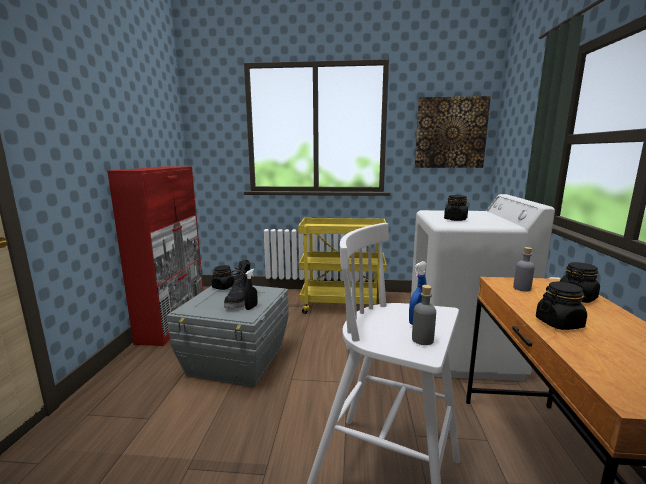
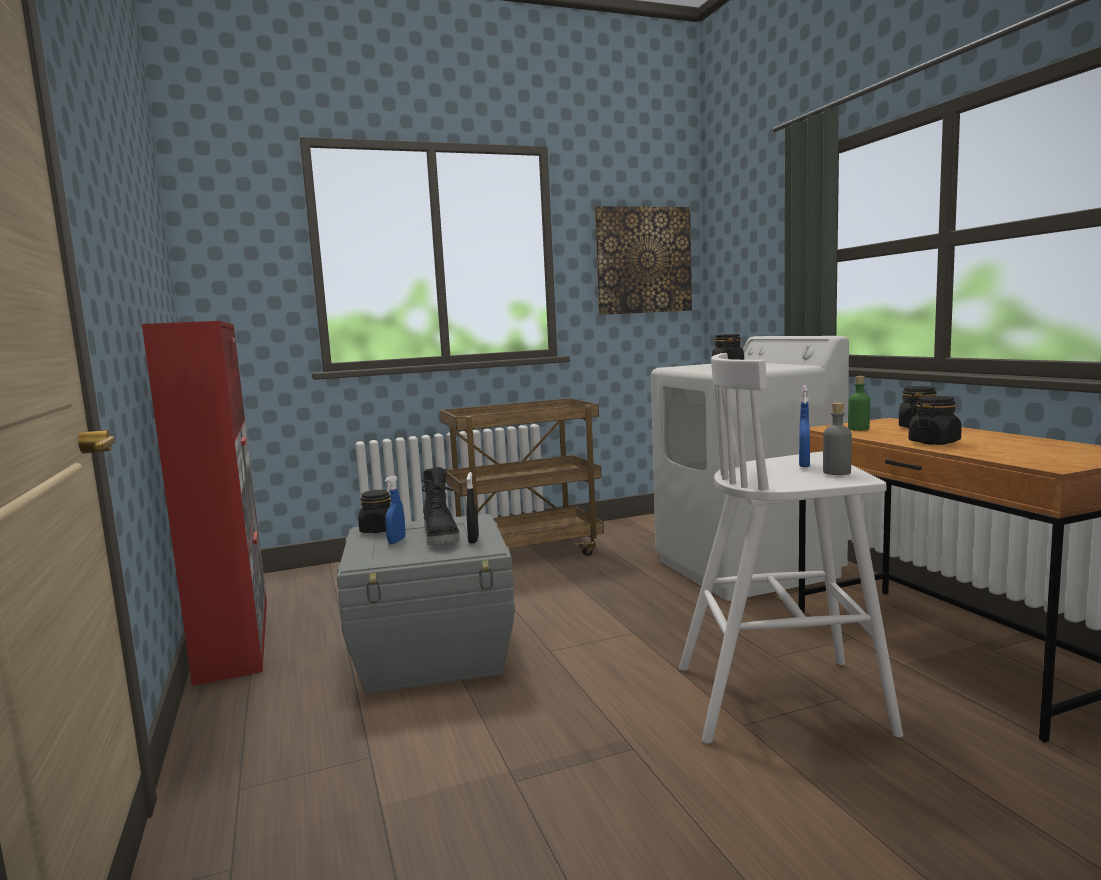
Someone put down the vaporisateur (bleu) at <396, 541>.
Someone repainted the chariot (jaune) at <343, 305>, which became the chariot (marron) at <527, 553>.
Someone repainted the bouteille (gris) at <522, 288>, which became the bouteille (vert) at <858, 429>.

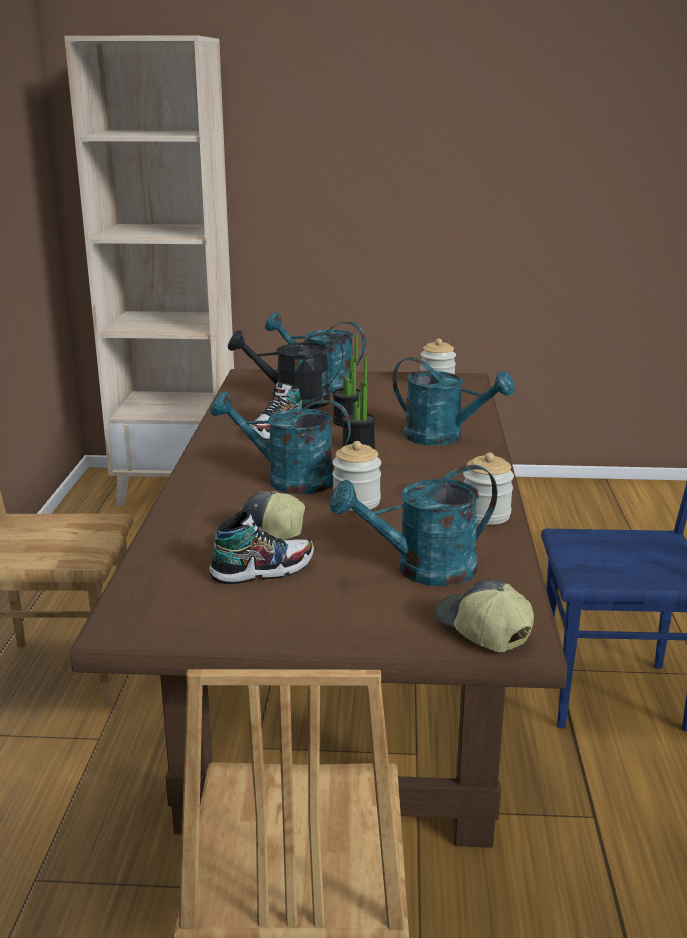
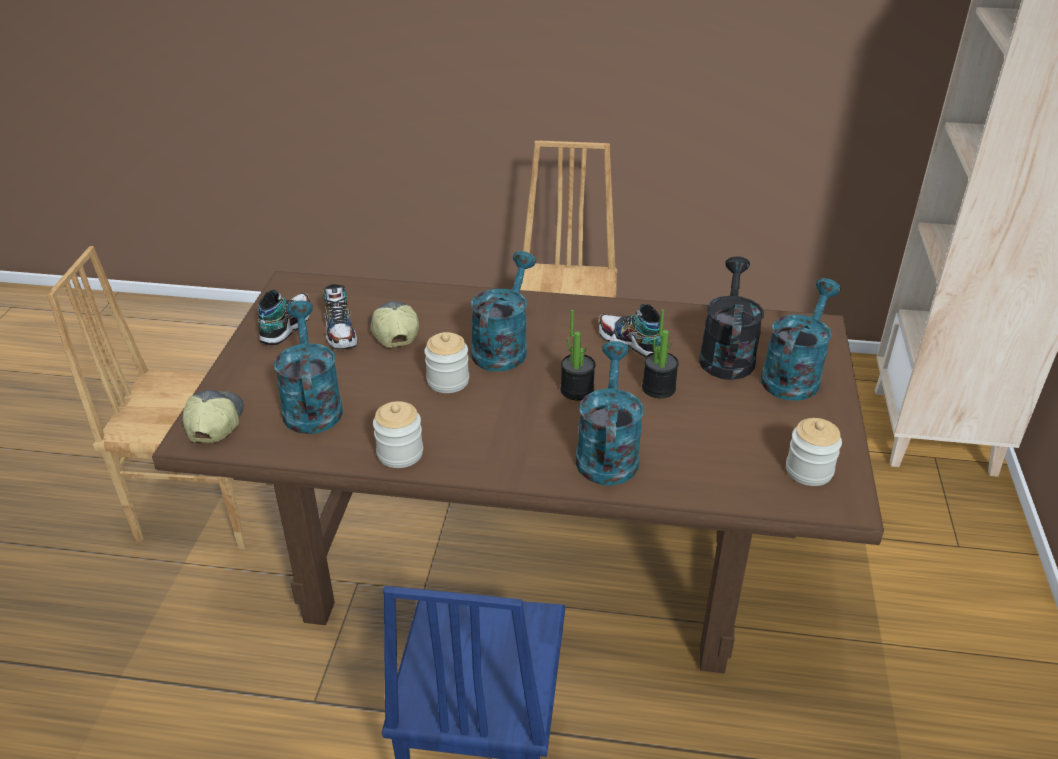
Someone rotated the casquette at <481, 630> by 60 degrees counterclockwise.
Someone put down the chaussure at <286, 326>.
Someone rotated the arrosoir (turquoise) at <443, 437> by 150 degrees clockwise.

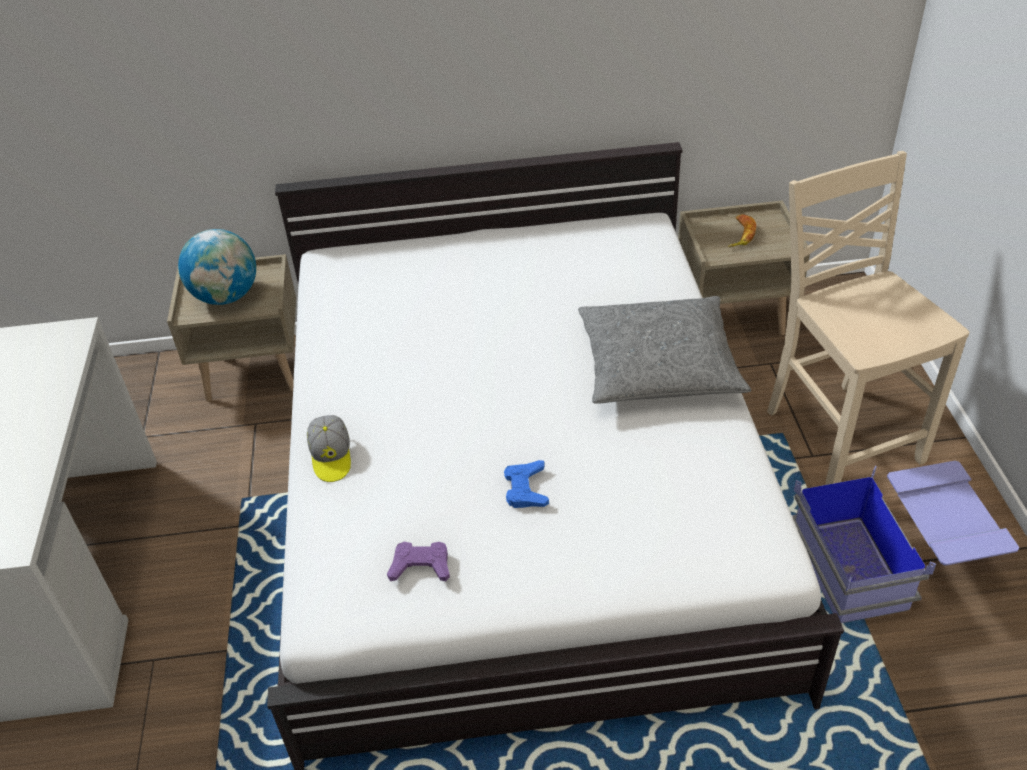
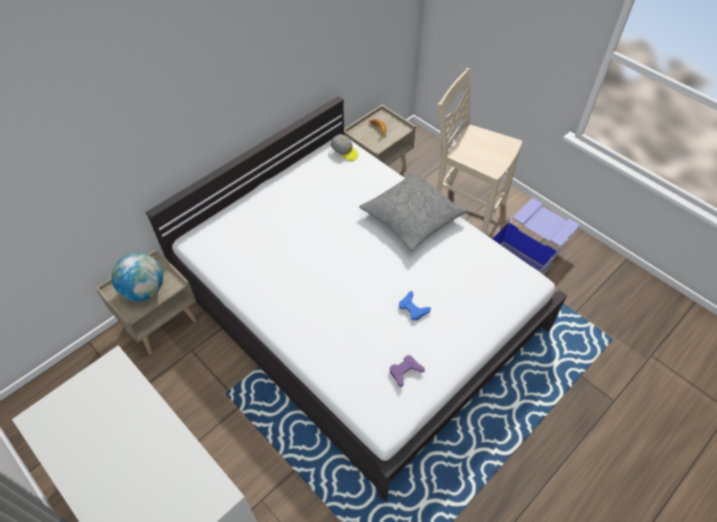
Someone carried the casquette from <331, 457> to <344, 152>.

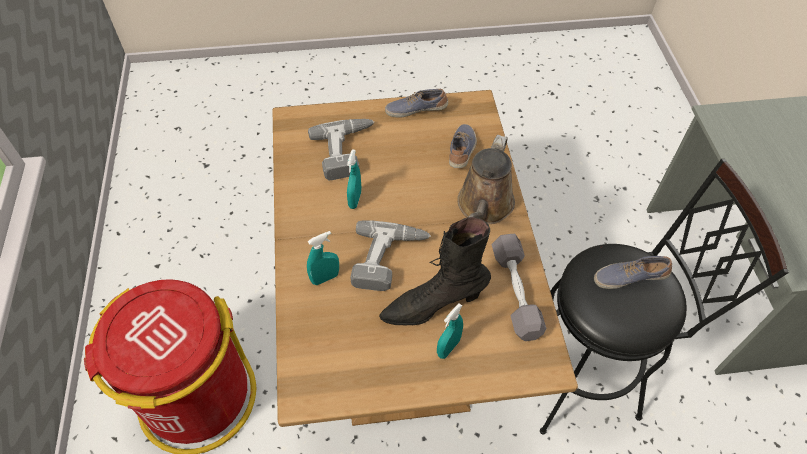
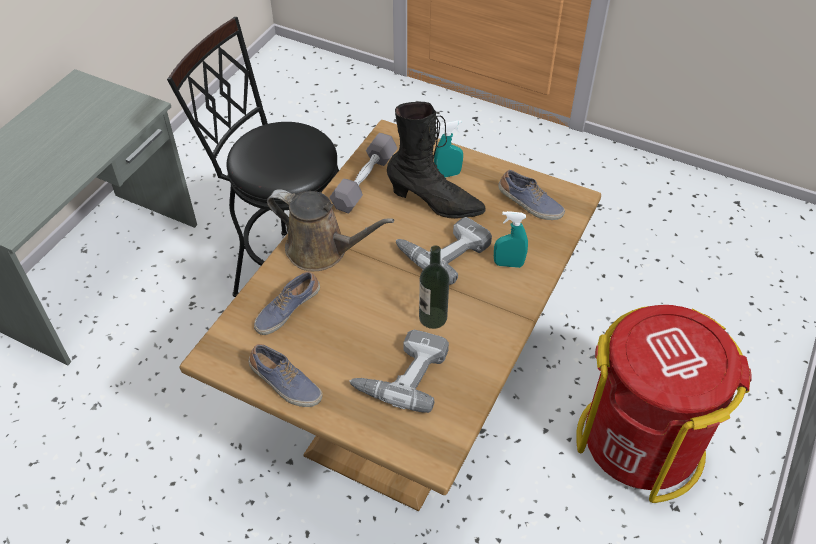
Someone rotated the arrosoir (marron) at <484, 207> by 60 degrees clockwise.
Someone swapped the vaporisateur (turquoise) at <355, 200> for the bouteille at <433, 317>.
Someone carried the chaussure from <629, 277> to <529, 205>.

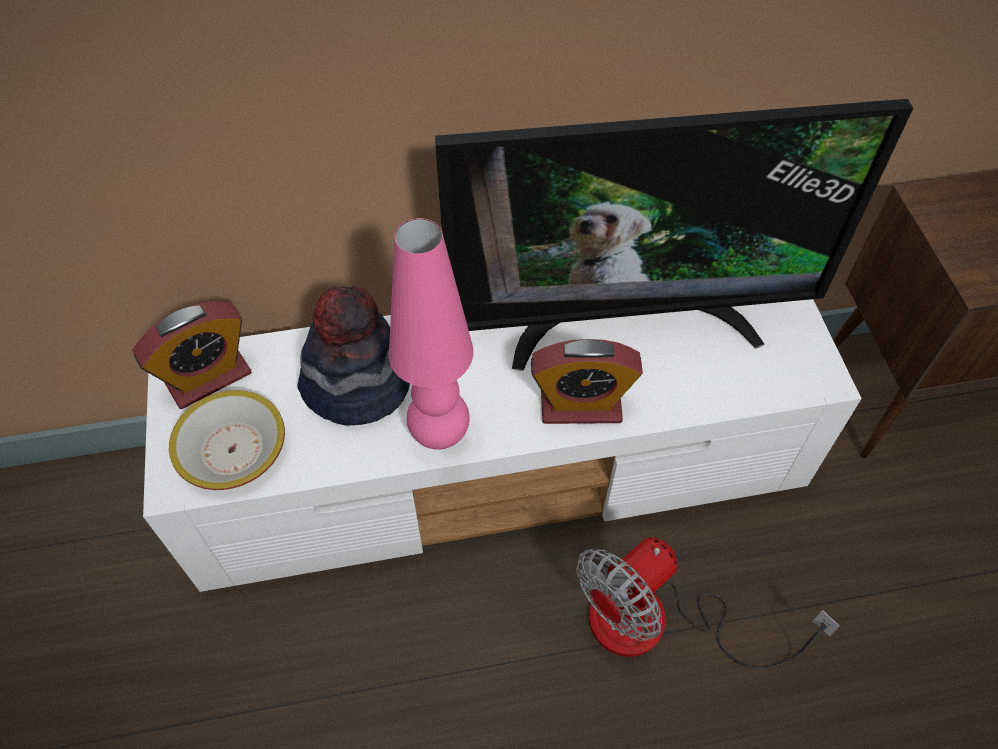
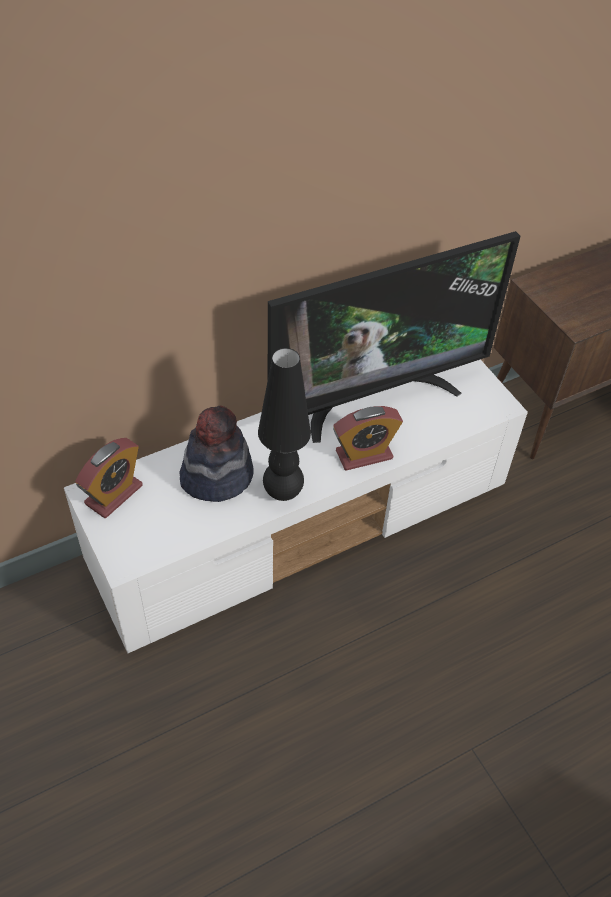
Someone repainted the lampe de table (rose) at <439, 433>, which became the lampe de table (noir) at <282, 492>.
Someone took away the bol at <232, 450>.
Someone took away the ventilateur at <656, 624>.

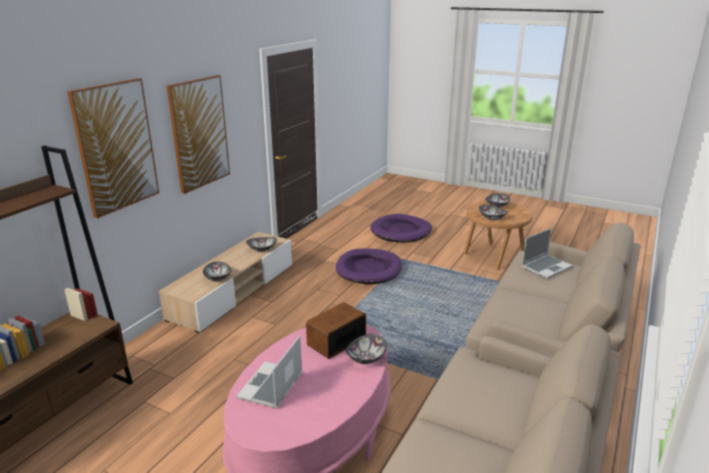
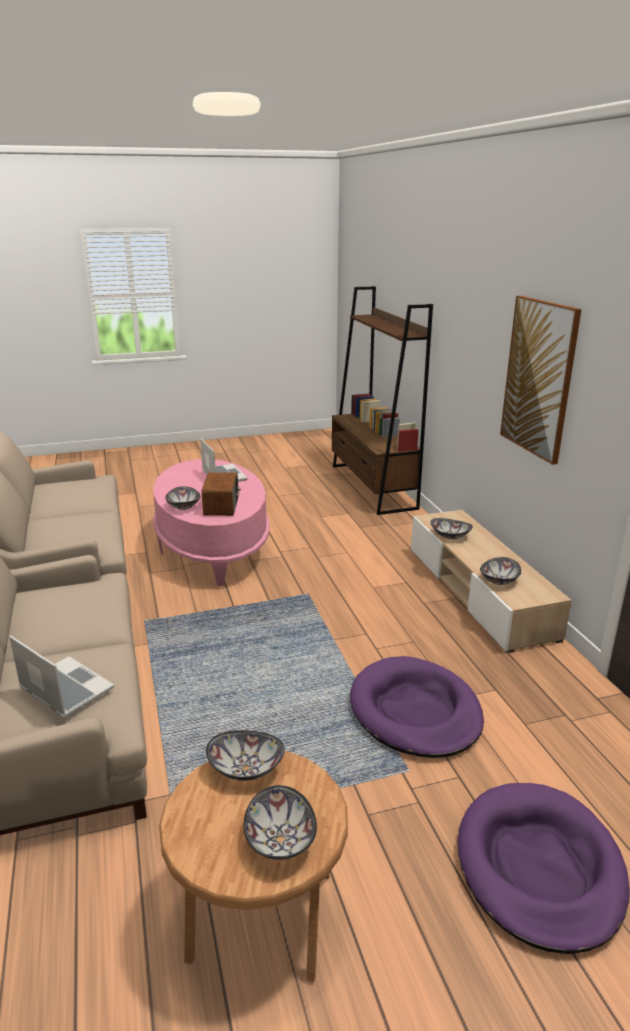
Someone rotated the ordinateur portable at <546, 267> by 120 degrees clockwise.
Someone took away the tableau at <116, 147>.

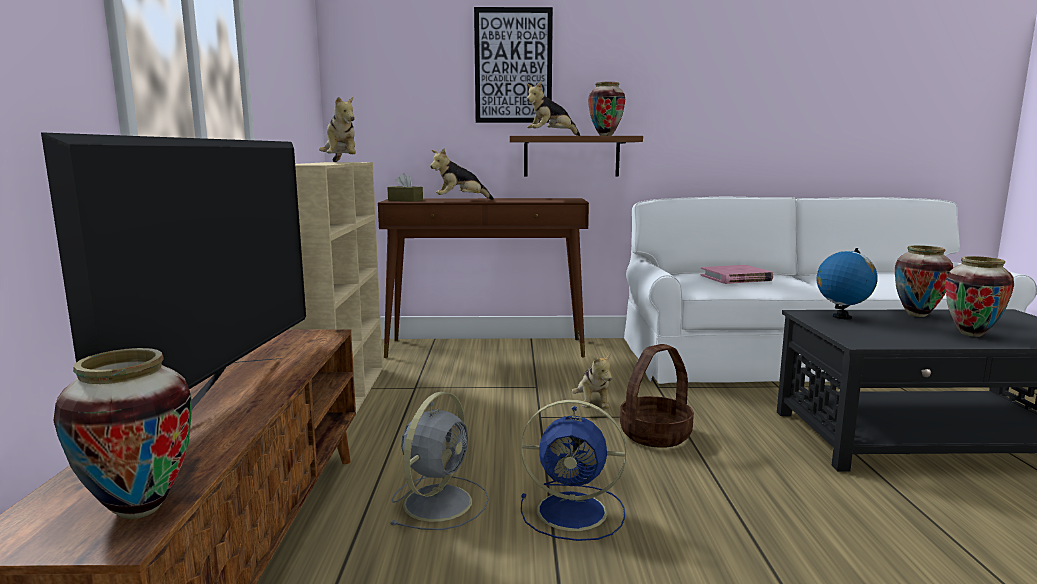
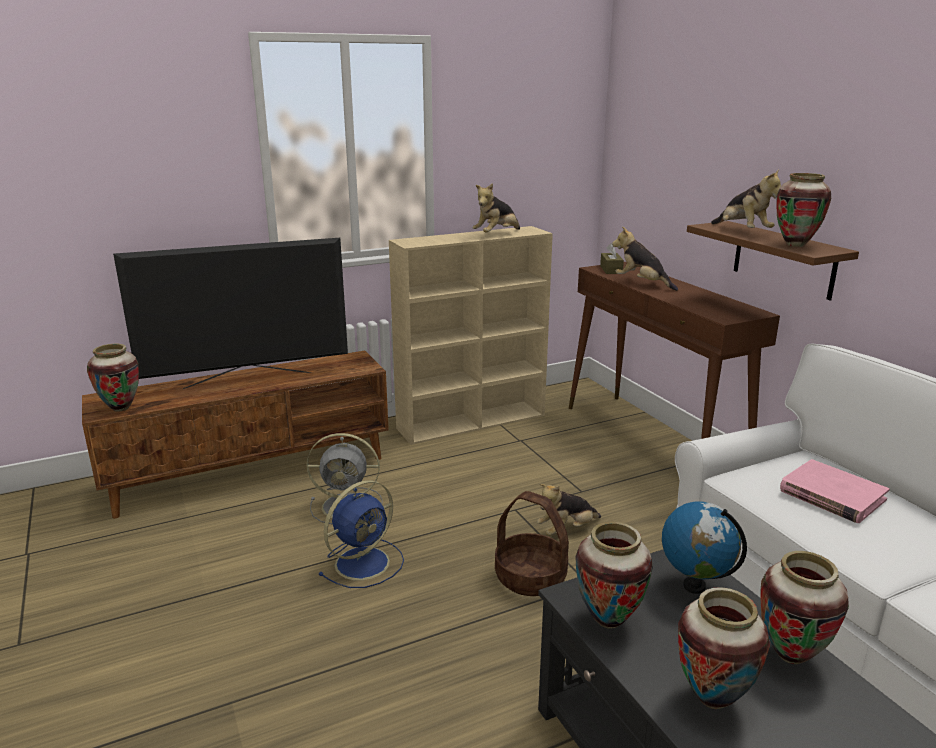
Someone rotated the ventilateur (bleu) at <575, 511> by 120 degrees counterclockwise.
Someone put down the vase at <608, 620>.
Someone rotated the peluche at <551, 135> by 150 degrees counterclockwise.
Someone took away the tableau at <513, 66>.

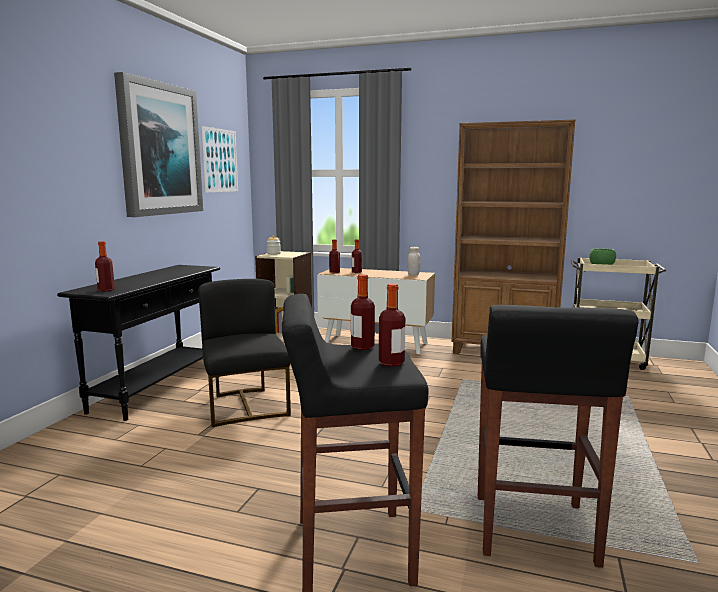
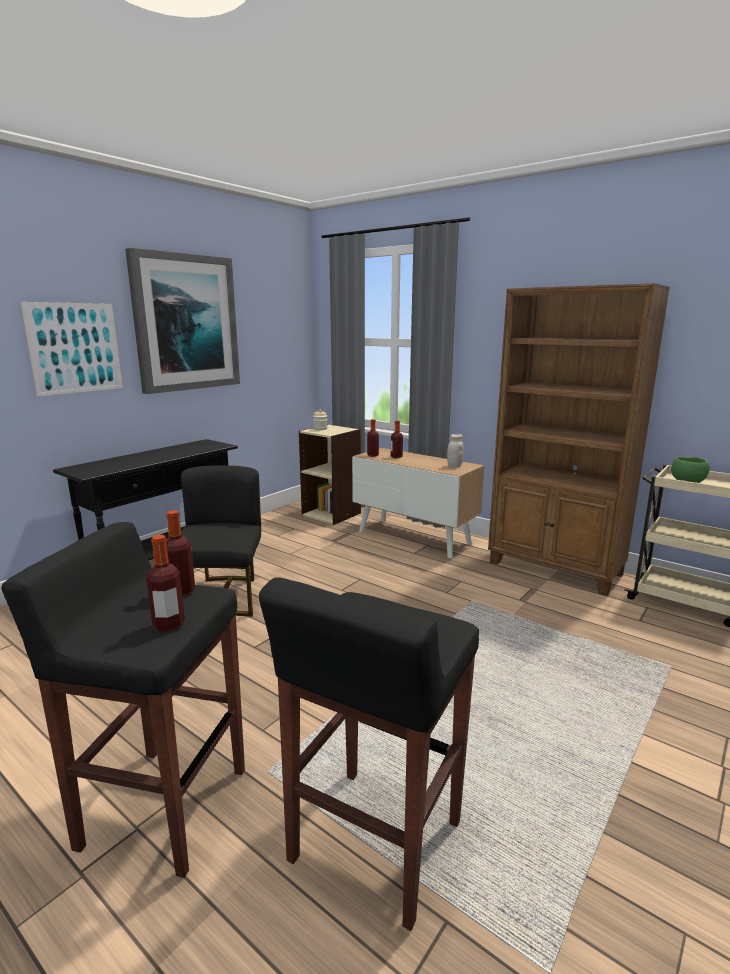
Someone carried the tableau from <220, 160> to <75, 348>.
Someone took away the bouteille at <106, 290>.

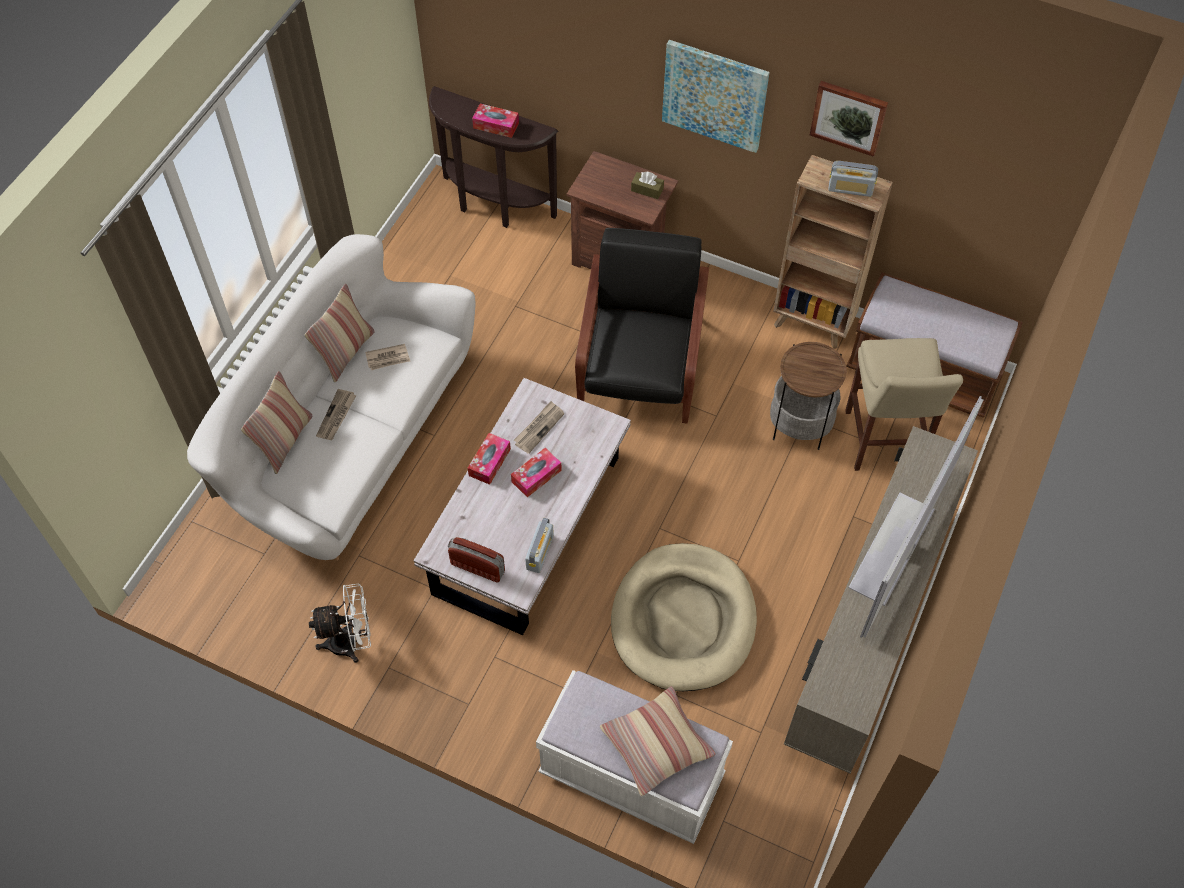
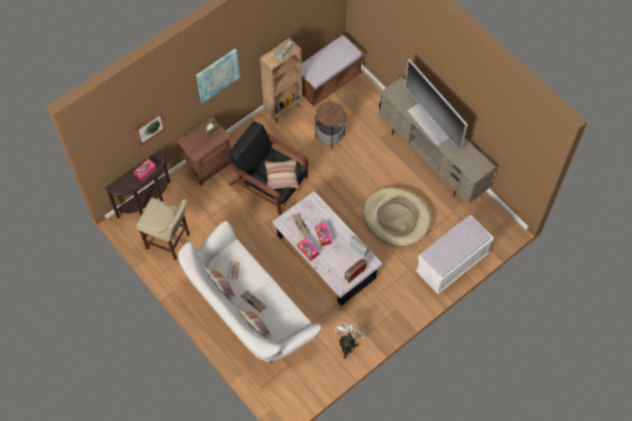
Someone carried the tableau from <849, 117> to <149, 127>.
Someone carried the tabouret (beige) from <883, 443> to <170, 242>.
Someone carried the coussin from <656, 744> to <281, 176>.

